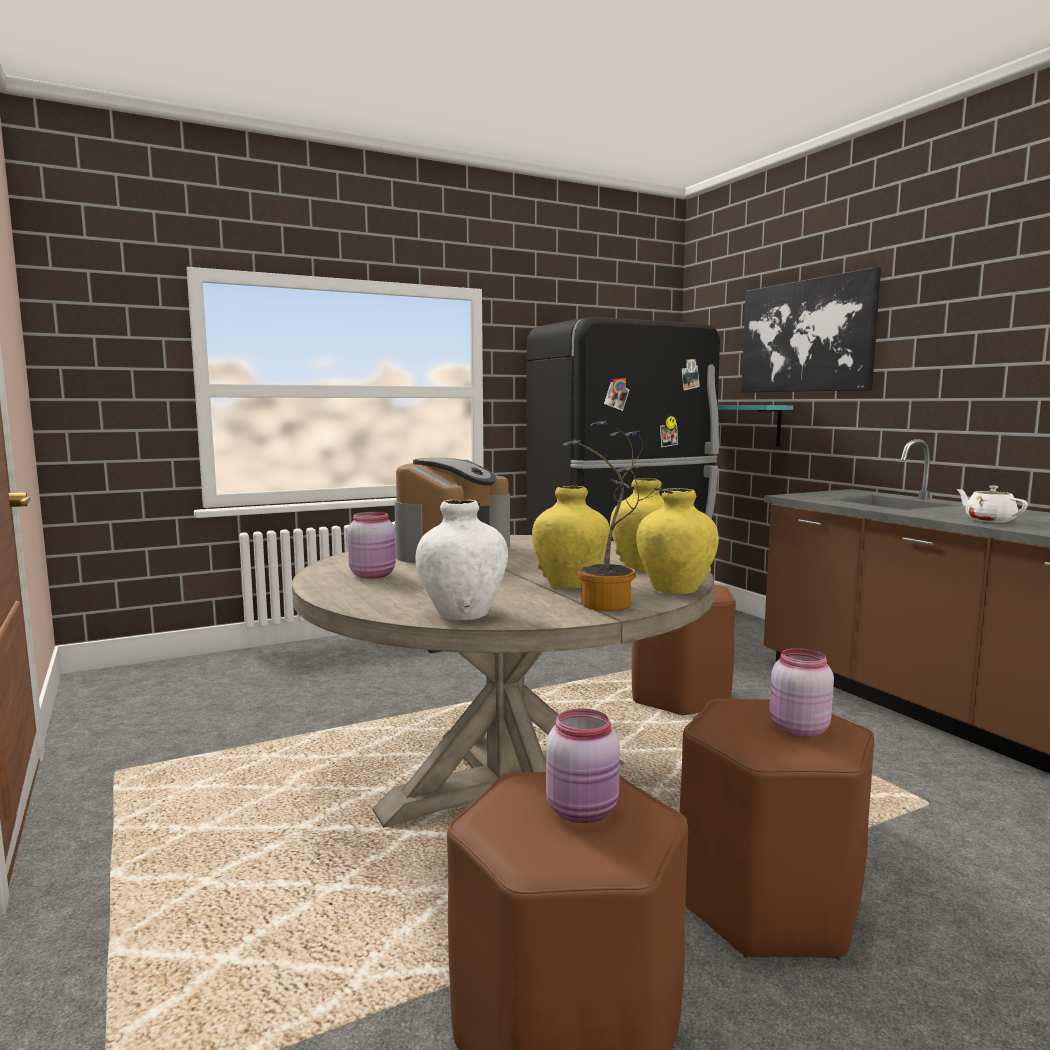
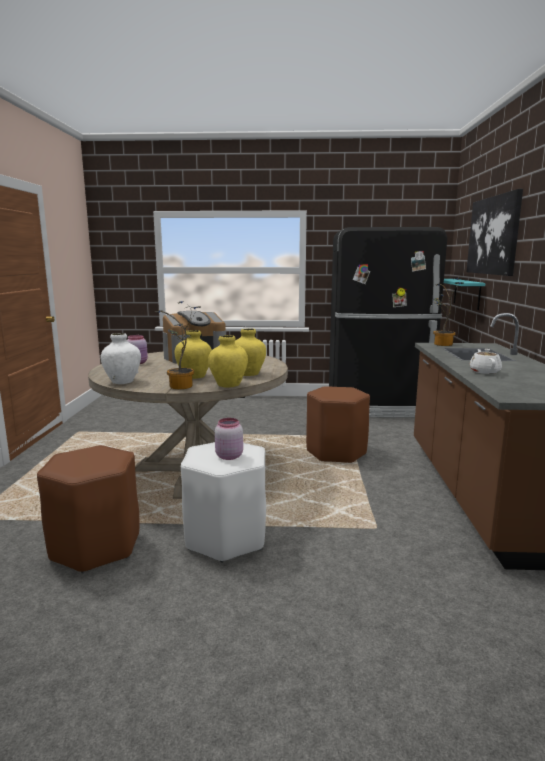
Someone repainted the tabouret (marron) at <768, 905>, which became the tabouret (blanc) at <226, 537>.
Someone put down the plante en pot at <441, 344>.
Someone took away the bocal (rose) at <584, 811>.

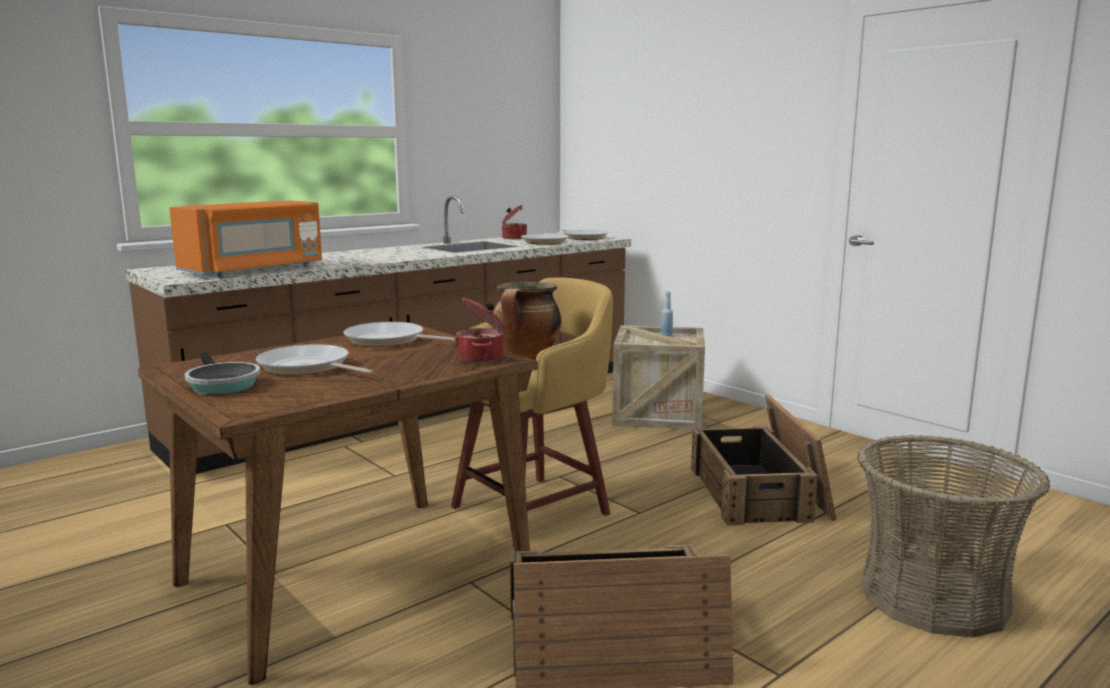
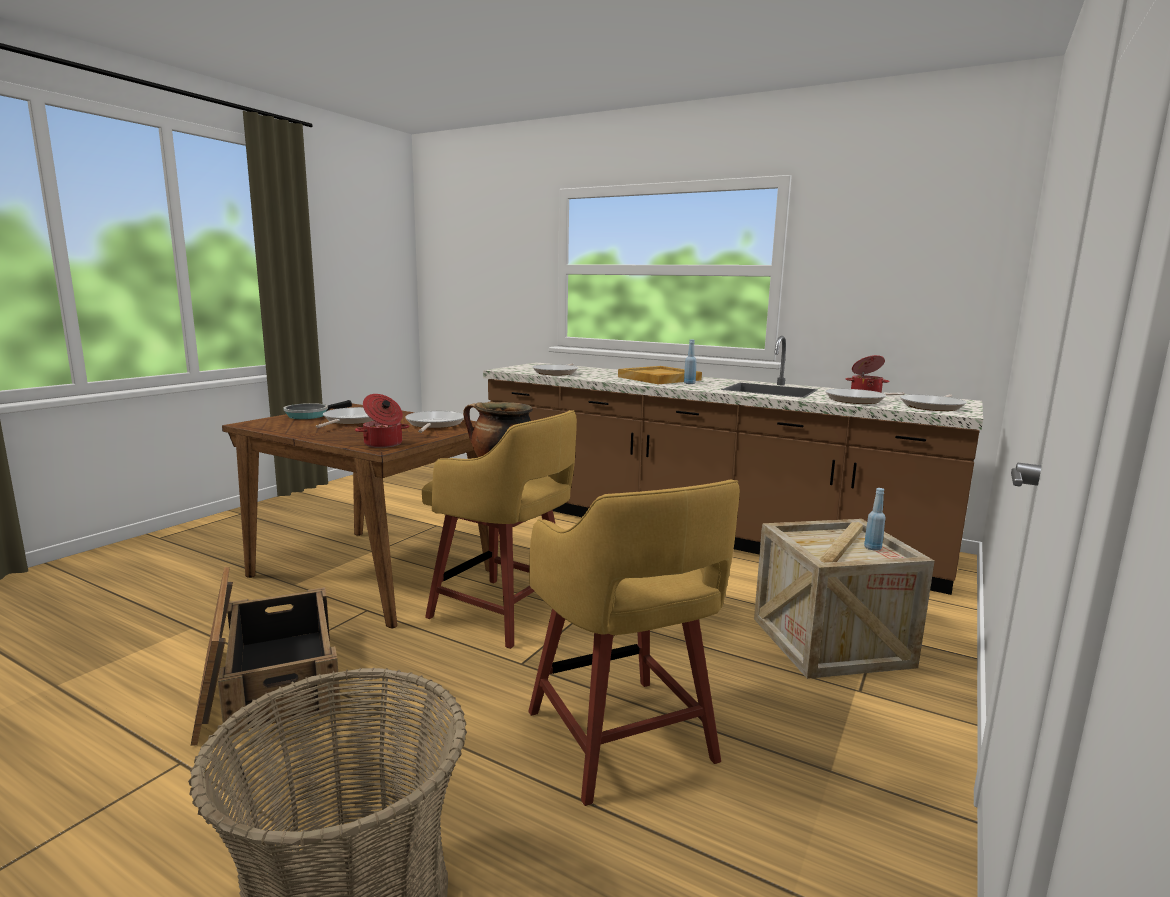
Someone swapped the caisse at <760, 493> for the tabouret (jaune) at <622, 740>.
Someone swapped the micro-ondes (orange) at <254, 270> for the poêle at <556, 373>.
Someone put down the plateau (beige) at <659, 378>.
Someone put down the bouteille (bleu) at <689, 383>.

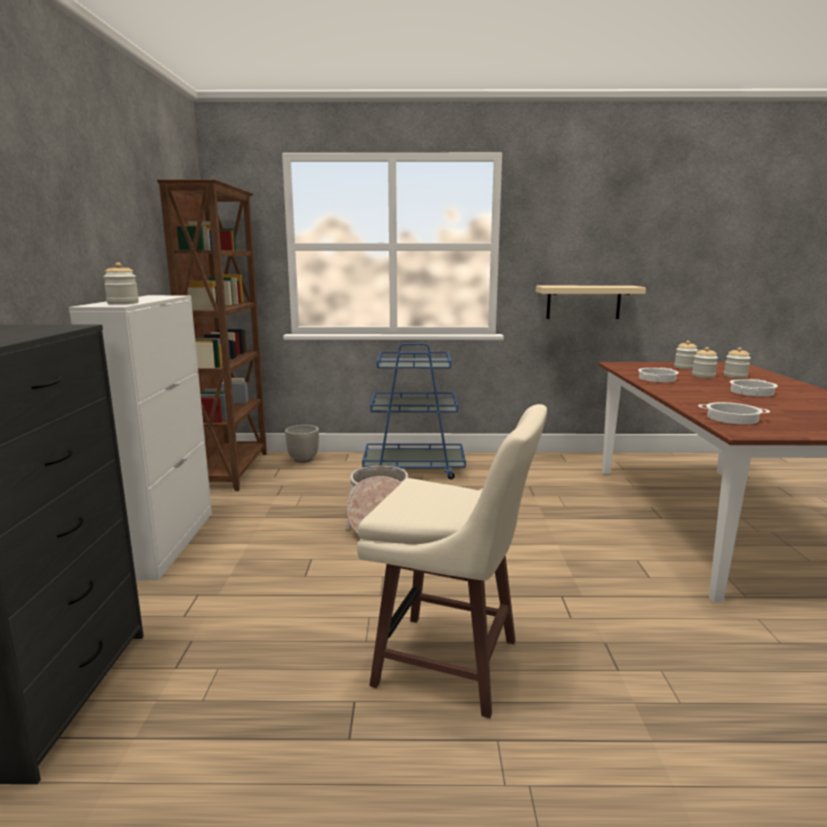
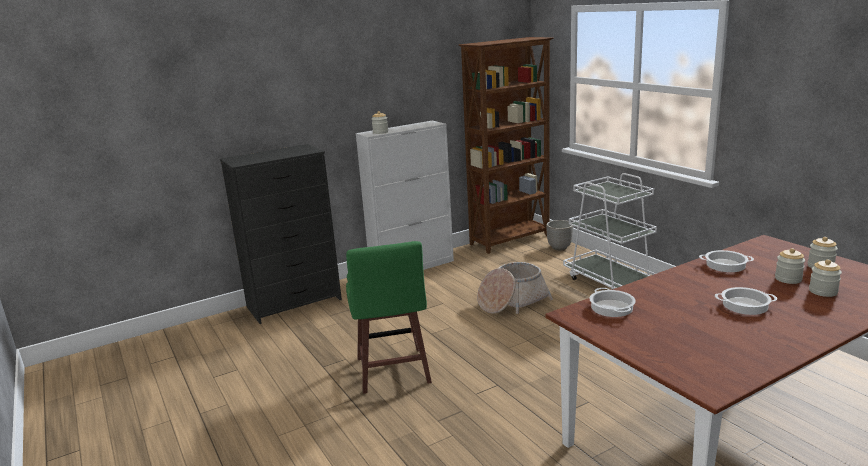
Someone repainted the tabouret (beige) at <451, 665>, which became the tabouret (vert) at <392, 372>.
Someone repainted the chariot (bleu) at <414, 469>, which became the chariot (blanc) at <609, 282>.
Someone took away the étagère (beige) at <583, 302>.

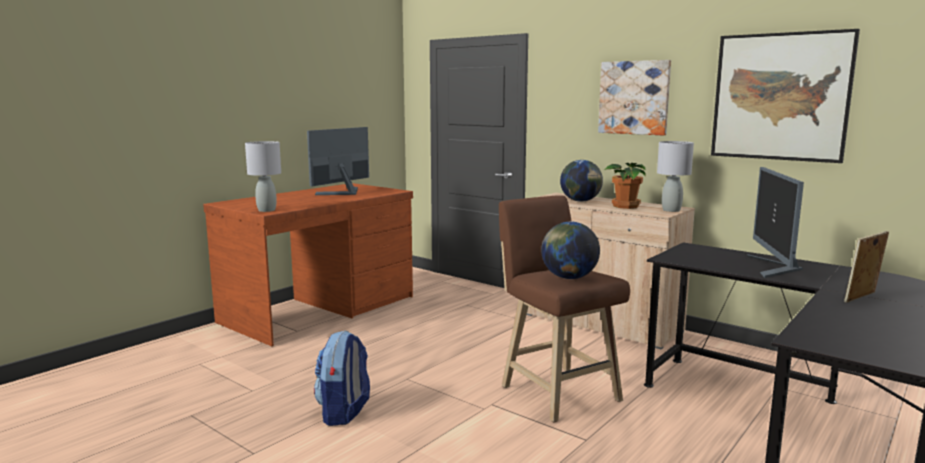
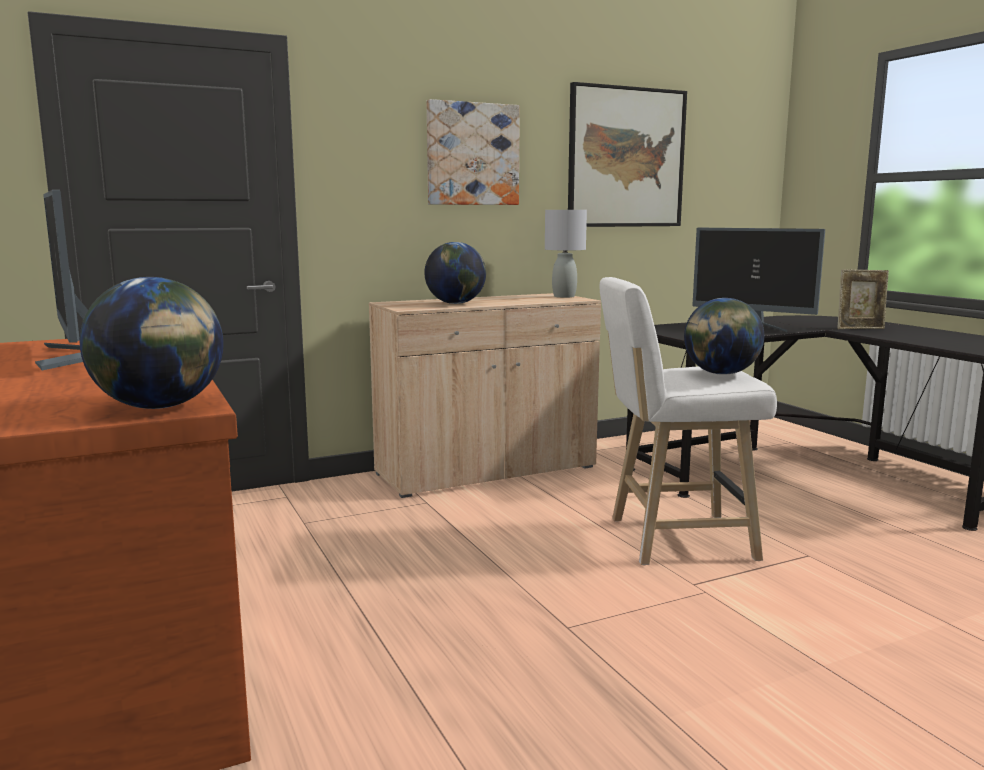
Someone swapped the lampe de table (gris) at <266, 210> for the globe at <160, 407>.
Someone repainted the tabouret (marron) at <556, 391>, which became the tabouret (blanc) at <673, 539>.
Someone rotated the cadre photo at <862, 298> by 90 degrees counterclockwise.
Someone took away the sac à dos at <344, 412>.
Someone took away the plante en pot at <625, 206>.

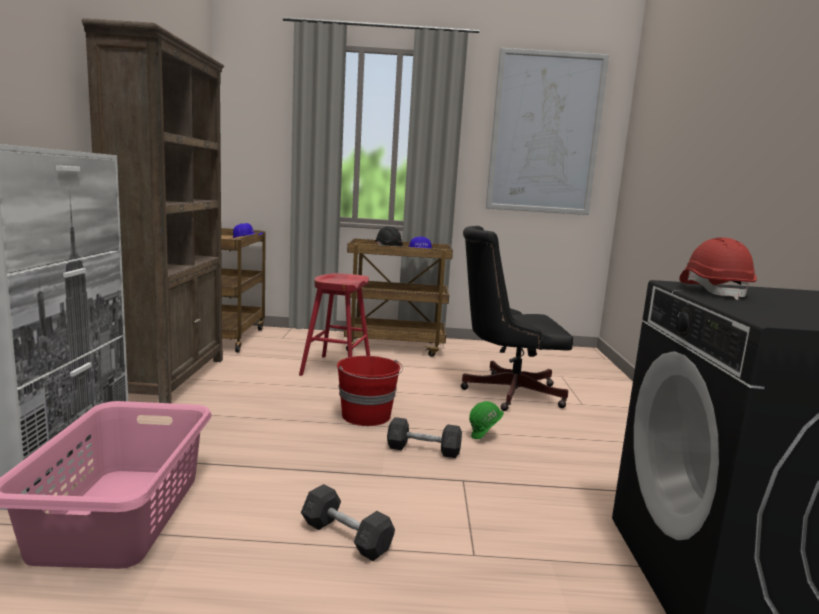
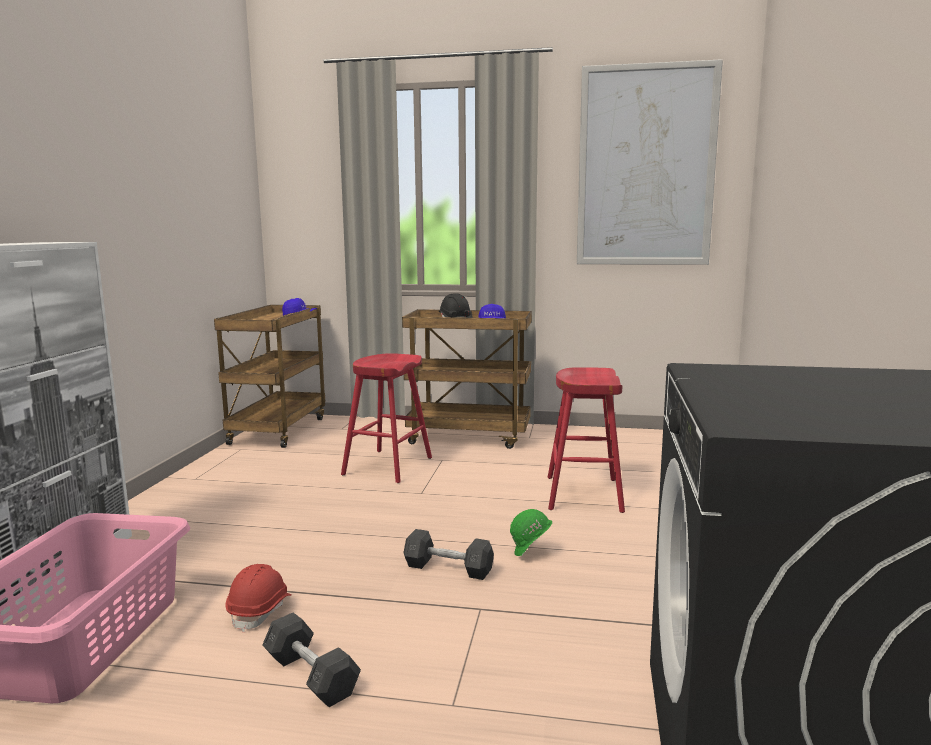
Someone carried the casque de chantier (rouge) from <714, 291> to <260, 610>.
Someone swapped the chaise de bureau (noir) at <506, 392> for the tabouret (rouge) at <583, 494>.
Someone took away the bibliothèque (marron) at <171, 379>.
Someone took away the seau (rouge) at <367, 416>.

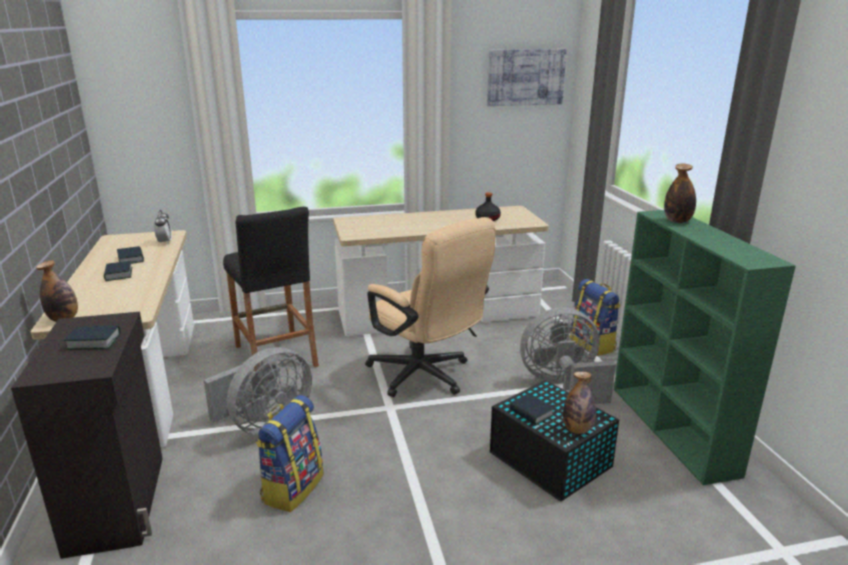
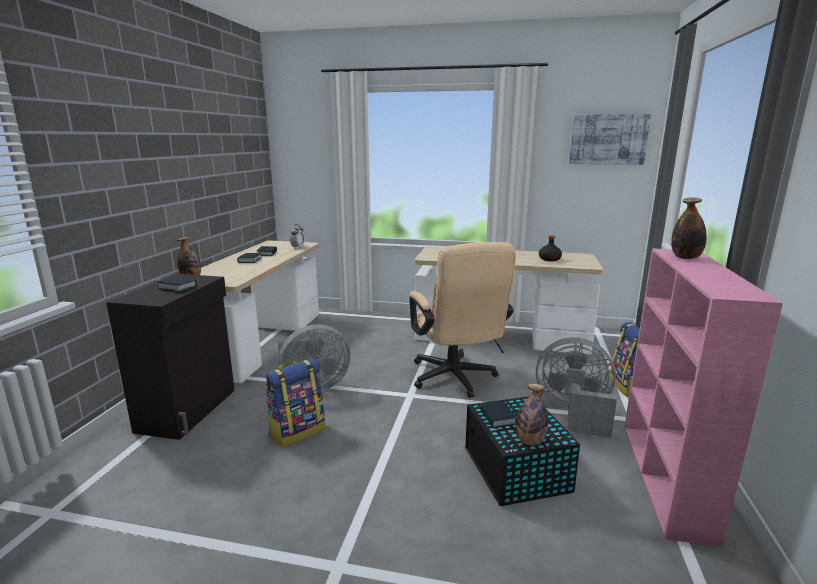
Someone repainted the bibliothèque (vert) at <673, 430>, which became the bibliothèque (rose) at <665, 478>.
Someone took away the tabouret (noir) at <275, 356>.

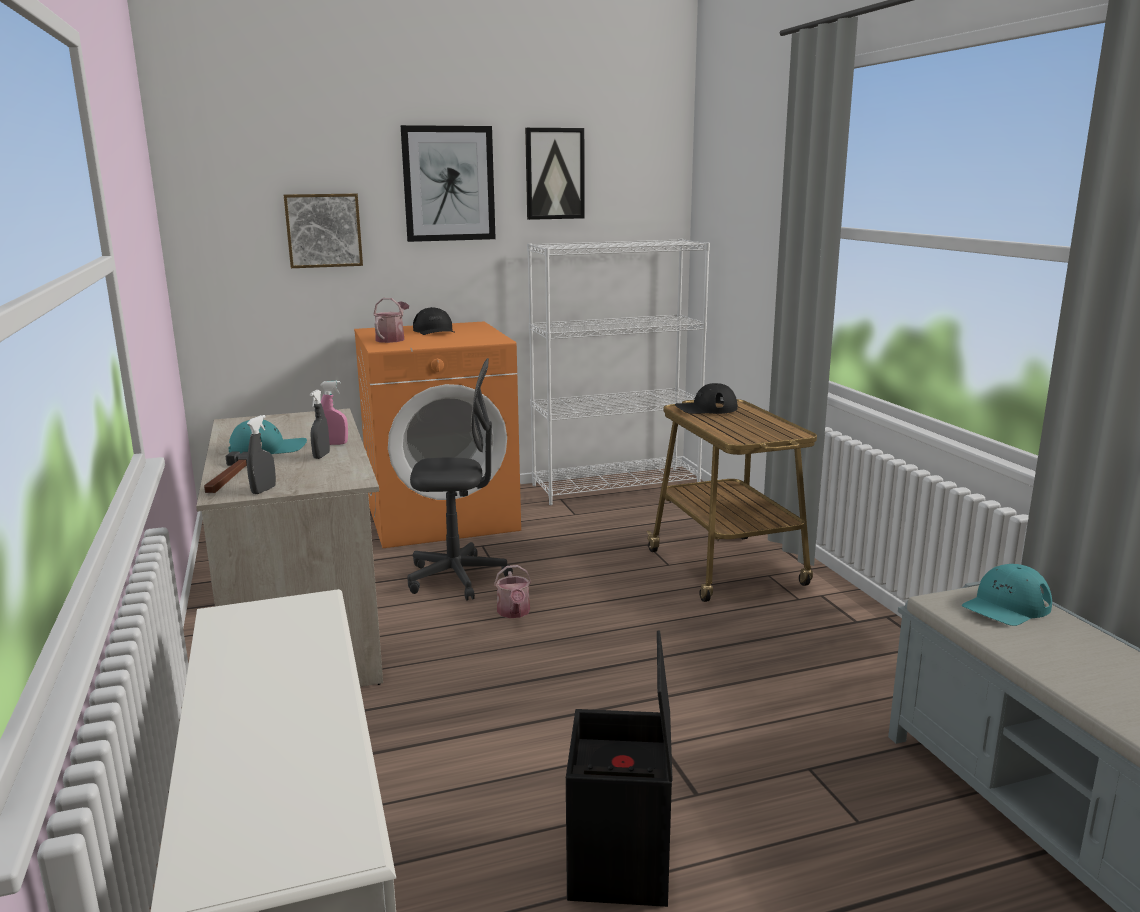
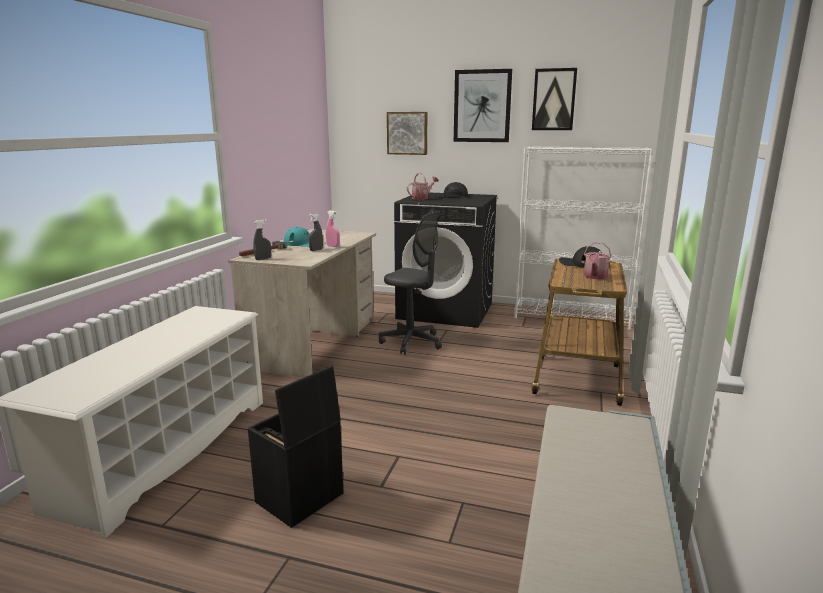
Someone repainted the lave-linge (orange) at <442, 516>, which became the lave-linge (noir) at <446, 311>.
Someone carried the arrosoir from <514, 613> to <594, 277>.
Someone took away the casquette (turquoise) at <1006, 606>.

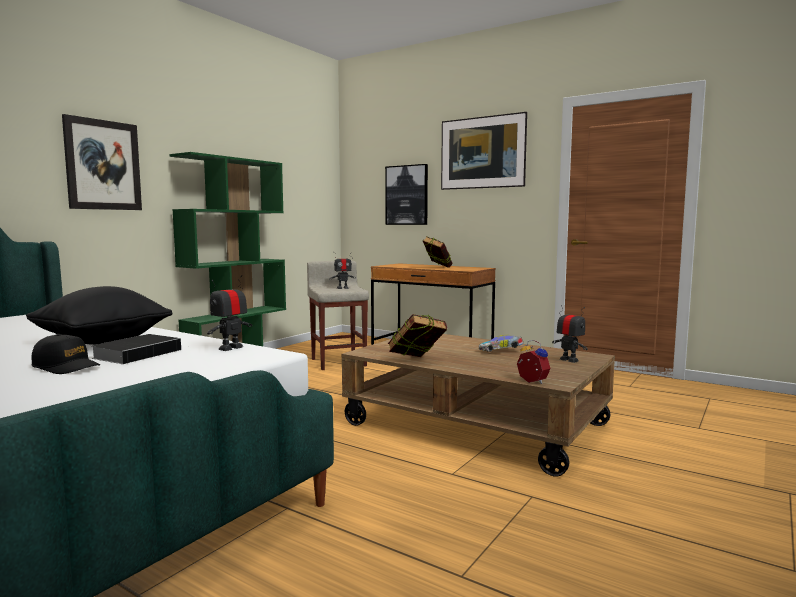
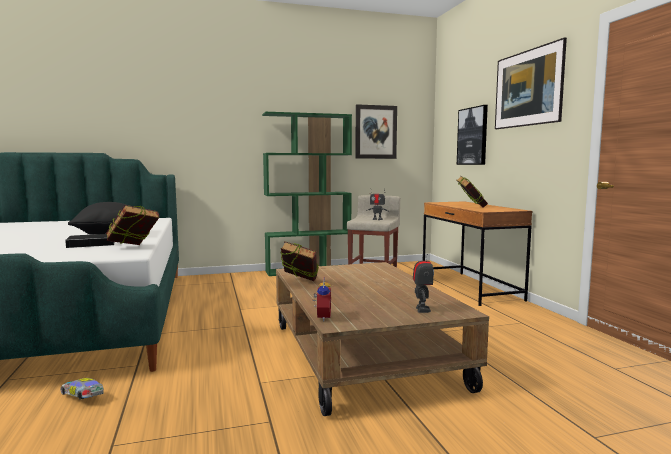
Someone carried the petite voiture from <501, 351> to <83, 397>.
Someone swapped the robot jouet at <230, 348> for the livre at <133, 248>.
Someone carried the tableau from <103, 165> to <375, 132>.
Someone took away the casquette (noir) at <66, 367>.

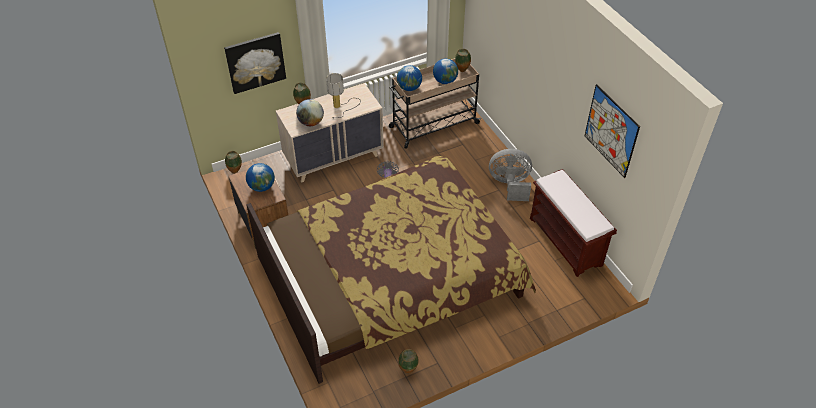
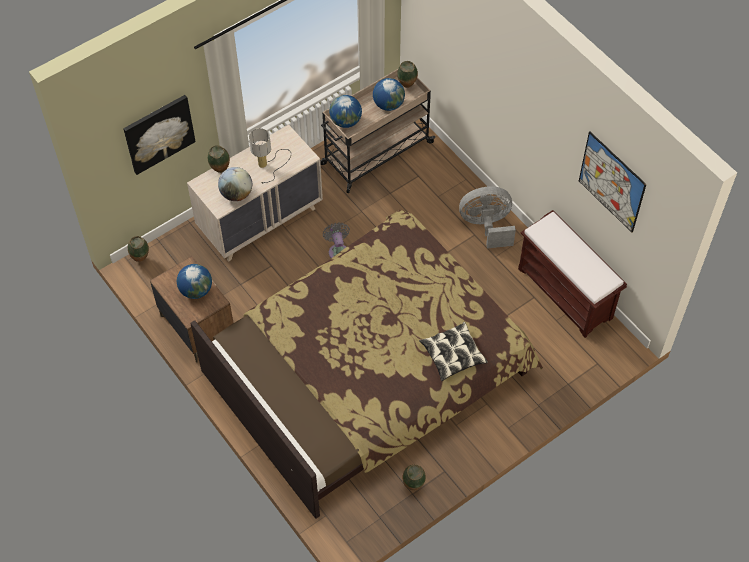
Someone put down the coussin at <453, 355>.

